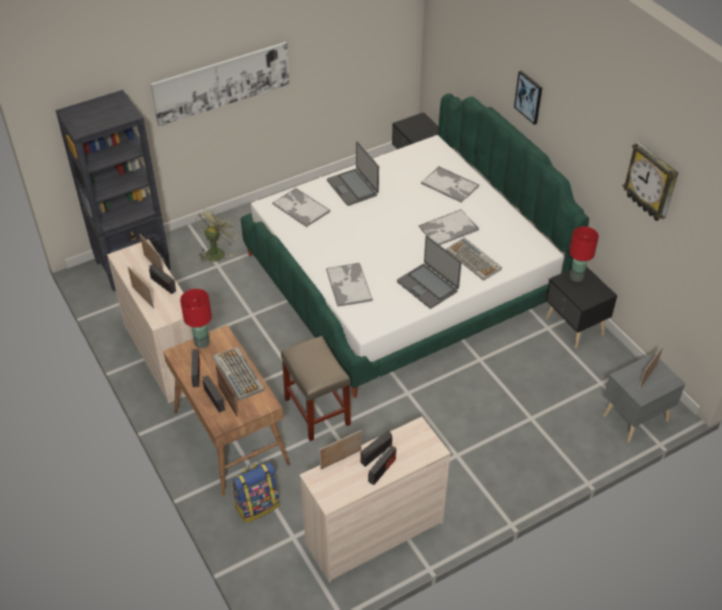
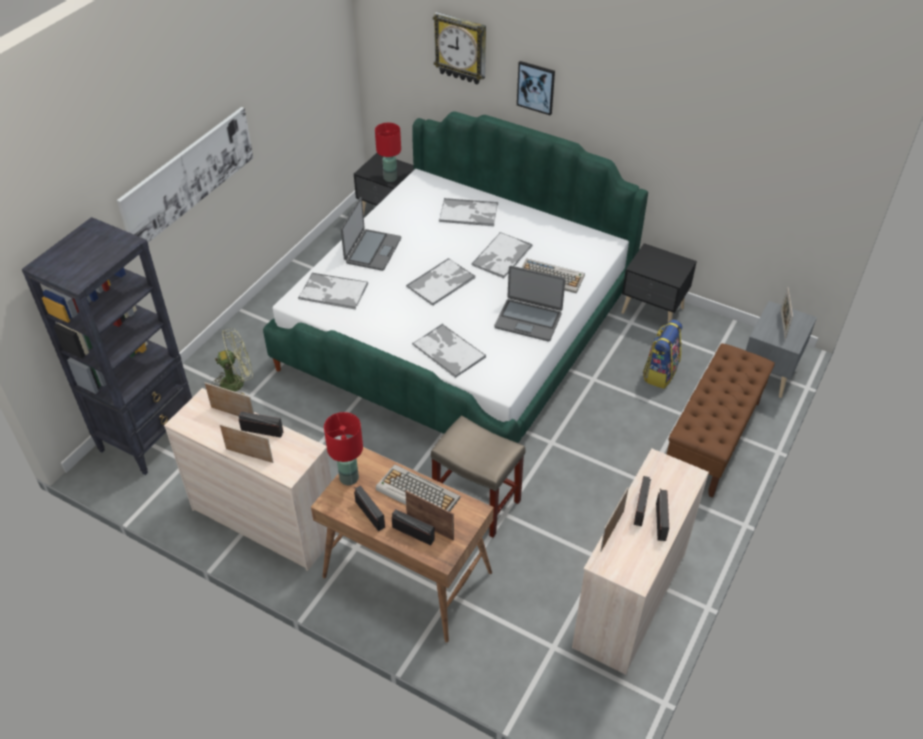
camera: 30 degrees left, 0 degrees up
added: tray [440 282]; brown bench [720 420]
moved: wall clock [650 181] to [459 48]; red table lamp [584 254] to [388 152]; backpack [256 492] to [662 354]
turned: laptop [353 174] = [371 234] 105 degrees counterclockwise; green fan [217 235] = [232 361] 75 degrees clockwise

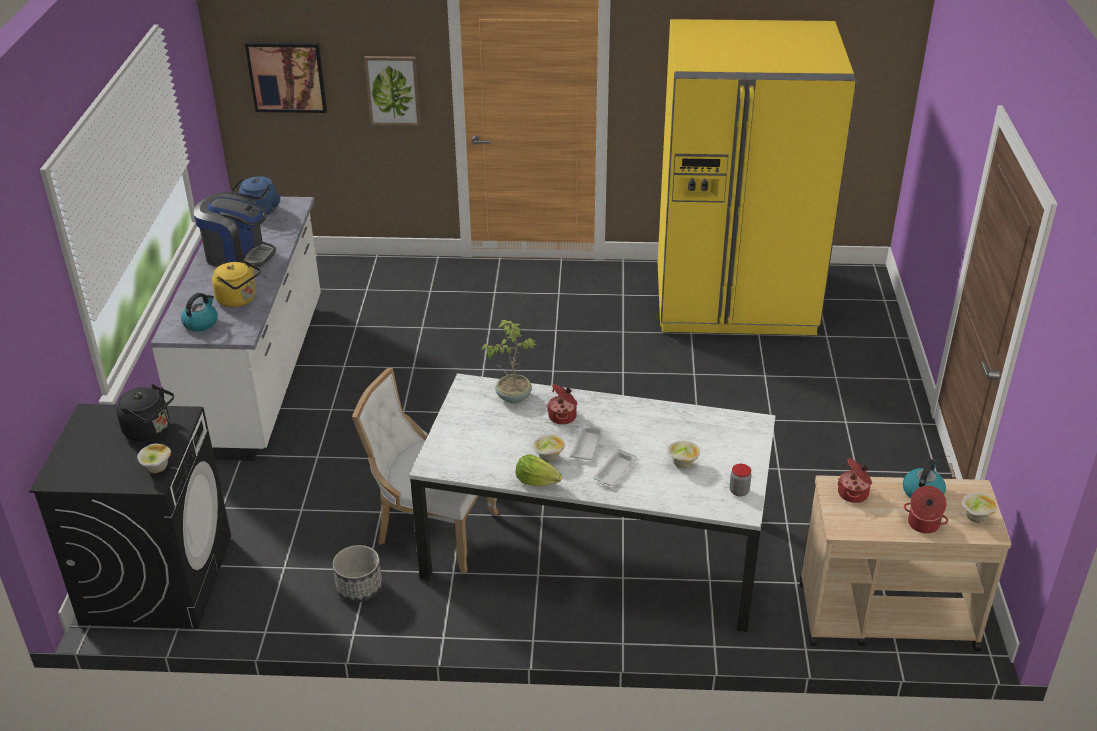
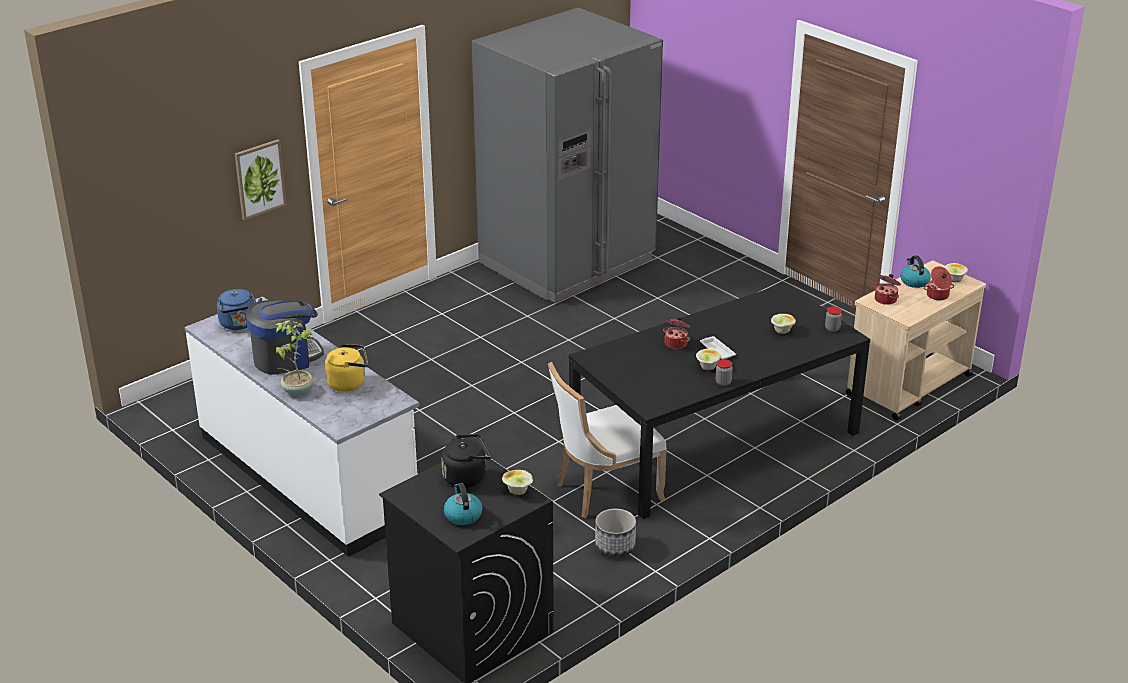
camera: 45 degrees left, 5 degrees down
removed: picture [286 77]; white tray [615 467]
moved: kettle [199 312] to [463 504]; potted plant [509 362] to [294 358]
replaced: lettuce [539 470] to jar [724 372]
recoloured: yellow fridge [757 177] to grey fridge [567 155]; white dining table [592 502] to black dining table [719 401]

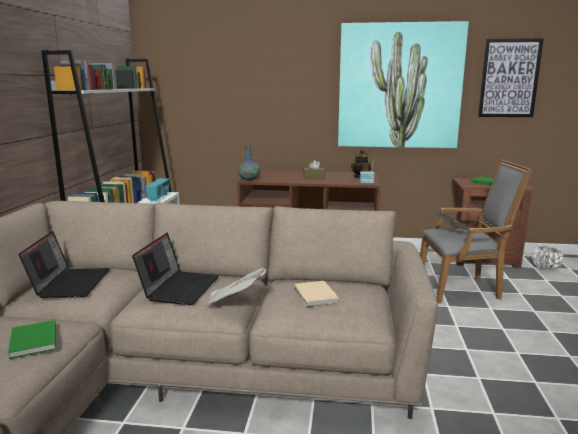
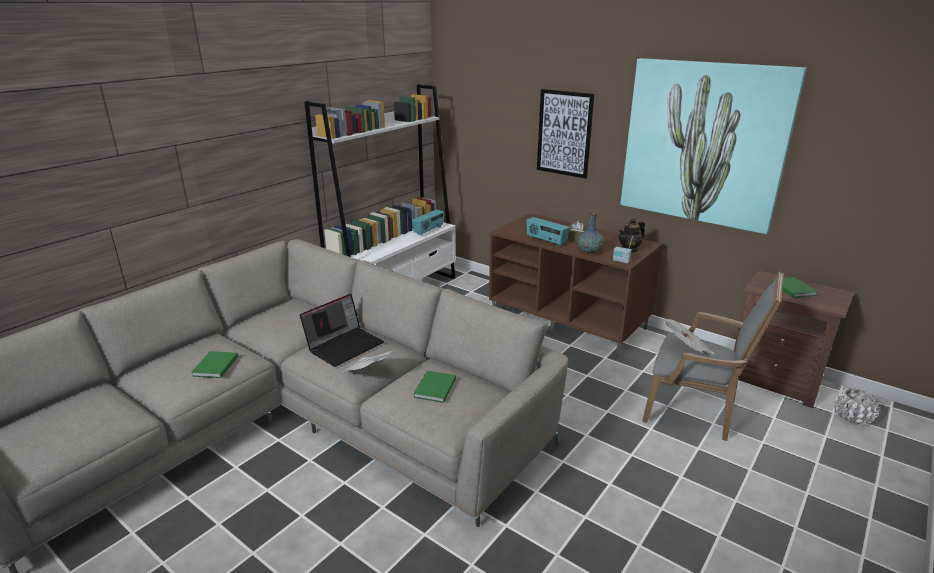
camera: 30 degrees right, 10 degrees up
removed: laptop [64 264]
added: radio [547 232]
moved: picture [511 77] to [565 134]; vase [249 163] to [591 233]
recoloured: beige book [316 294] to green book [435 387]

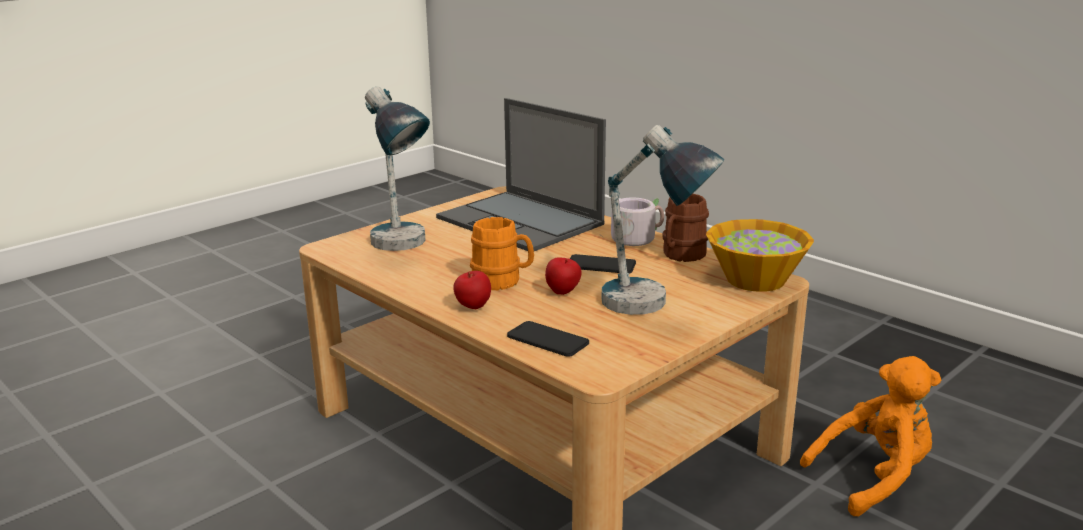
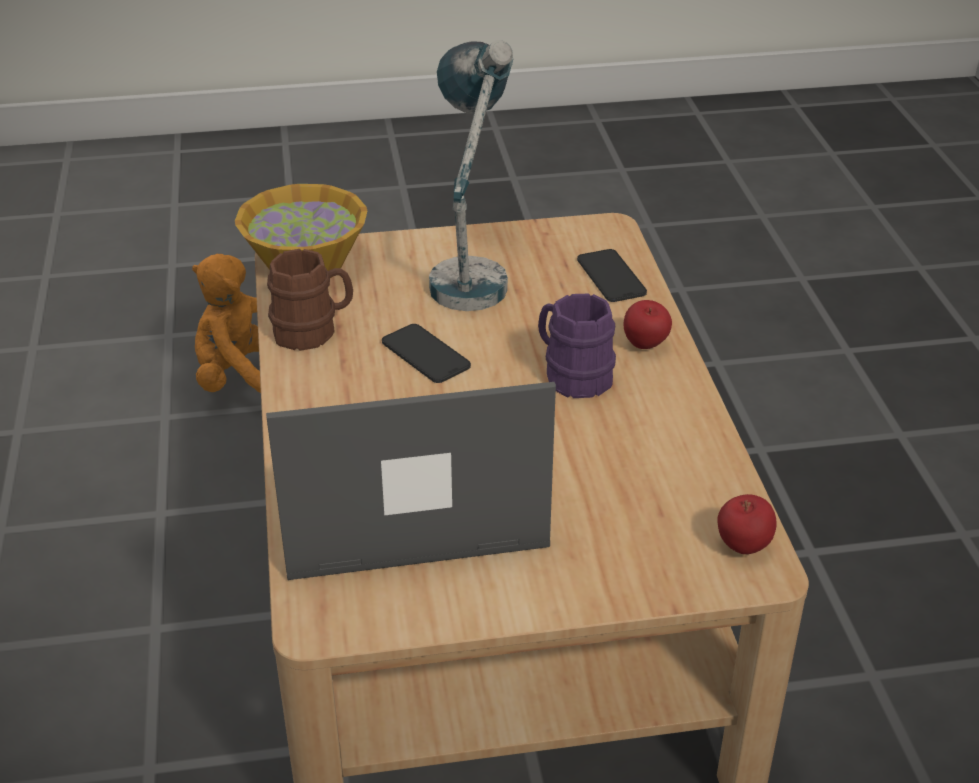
camera: 145 degrees left, 15 degrees up
removed: table lamp [397 169]; grey mug [632 222]
moved: apple [563 276] to [747 524]
recoloured: orange mug [502 253] to purple mug [577 346]
turned: laptop [521 174] = [411 481] 90 degrees counterclockwise

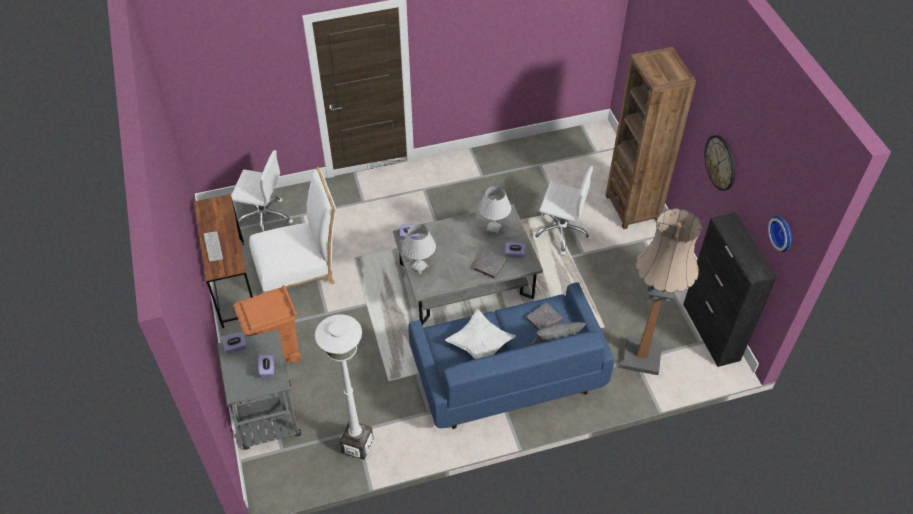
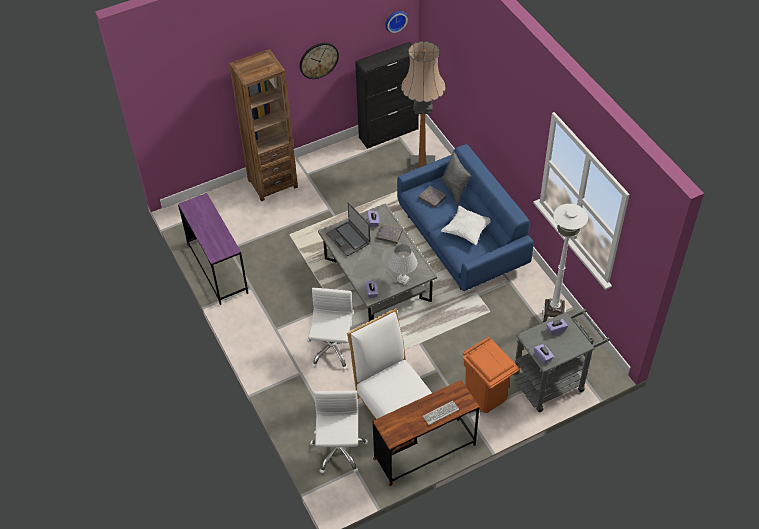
camera: 100 degrees left, 0 degrees up
added: purple desk [213 249]
moved: white office chair [563 210] to [330 329]
replaced: white table lamp [494 210] to laptop [348 229]

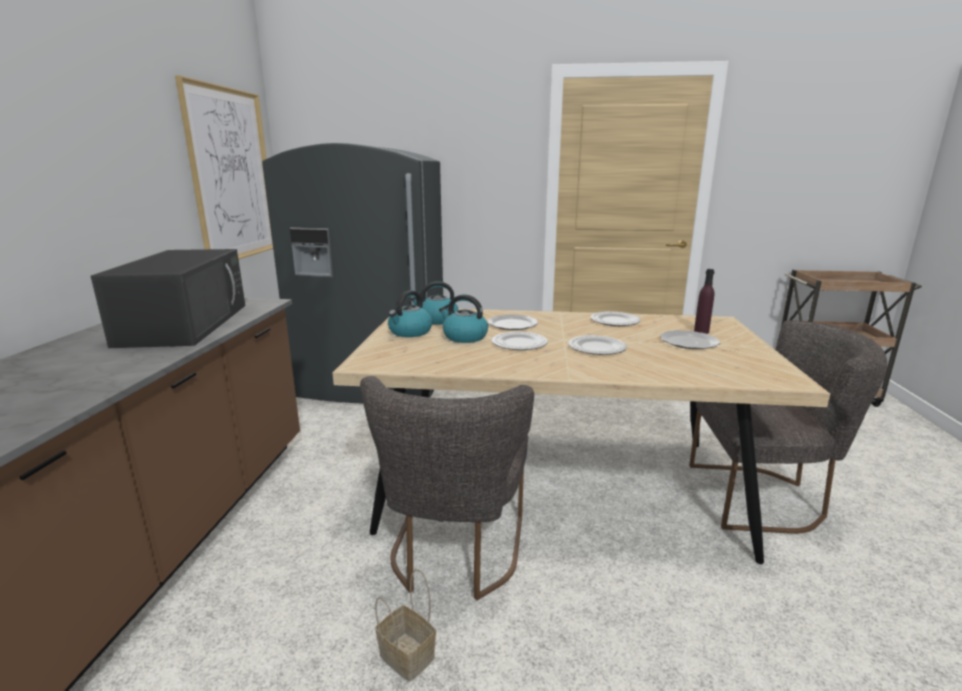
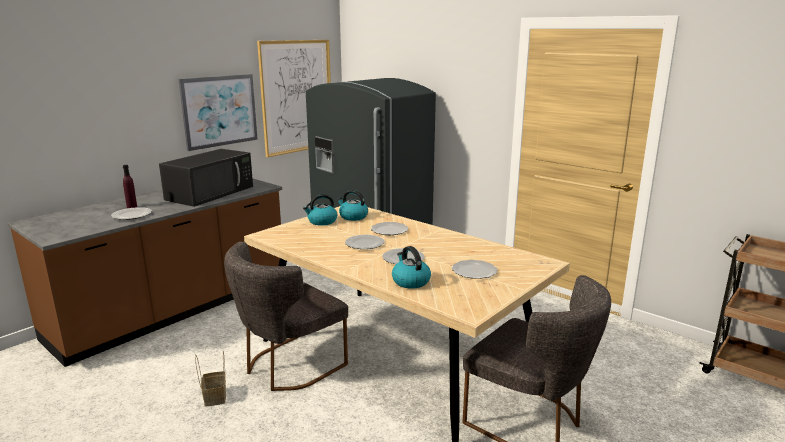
camera: 35 degrees right, 0 degrees up
added: picture [218 112]
moved: purple bottle [704 301] to [130 186]; kettle [463 318] to [411 267]; plate [615 319] to [131 213]

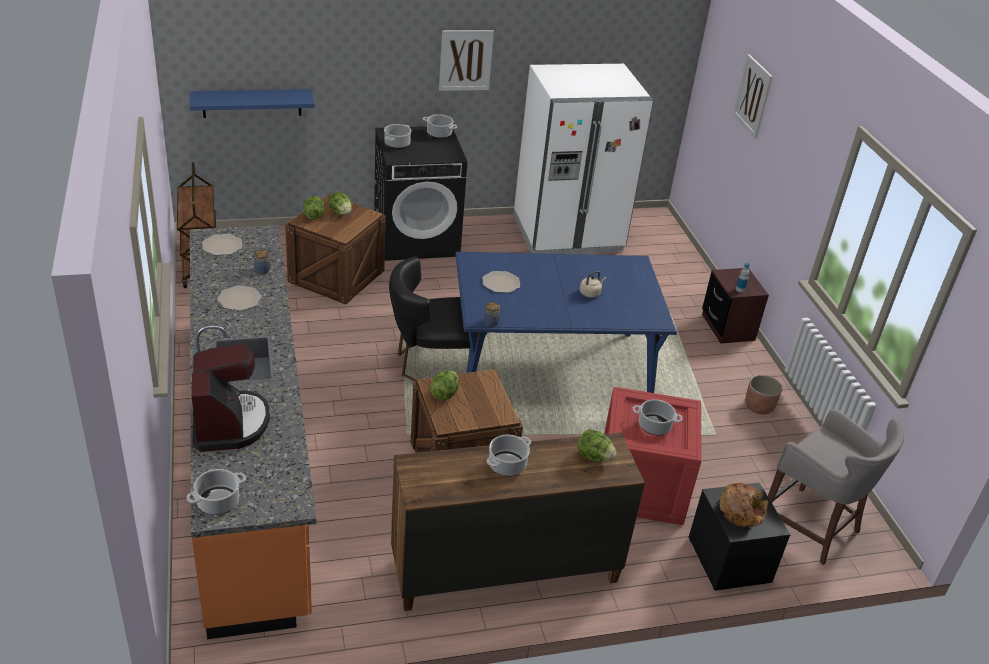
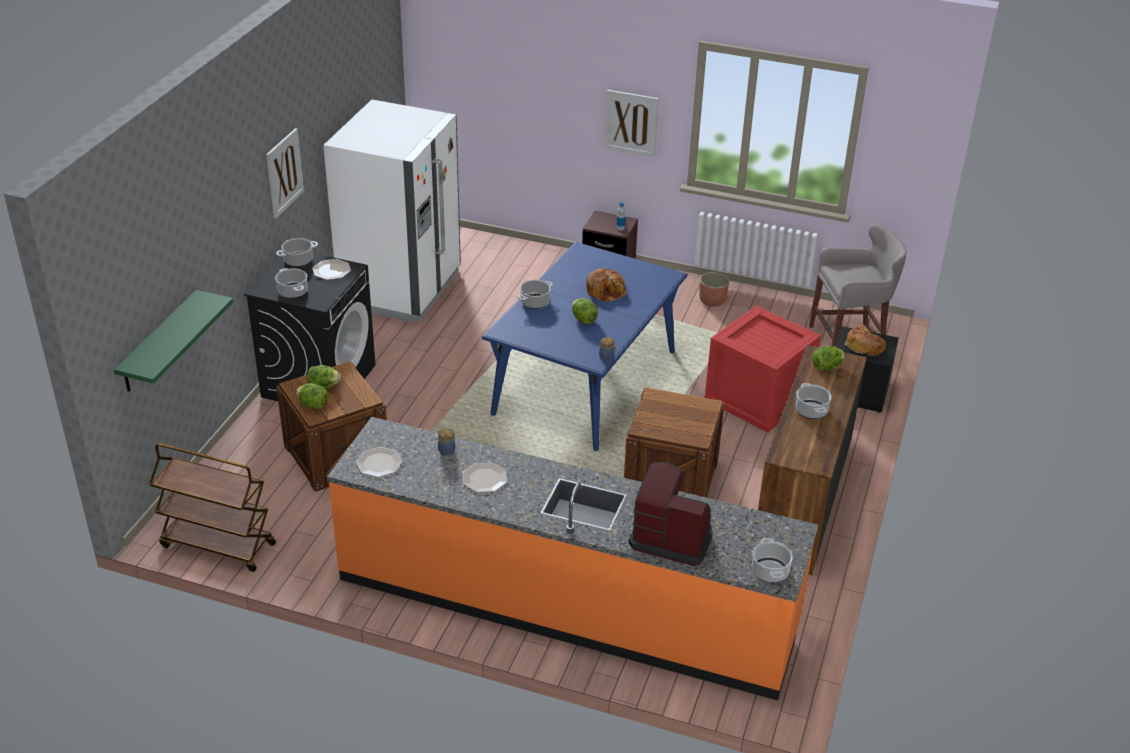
camera: 55 degrees left, 0 degrees up
removed: black chair [429 318]
moved: picture [753 96] to [631 123]; plate [501 282] to [331 269]; lettuce [444 385] to [585 311]; cooking pot [657 417] to [535 294]
replaced: beige kettle [593 284] to bread [606 285]
recoloured: blue shelf [252 103] to green shelf [173 341]

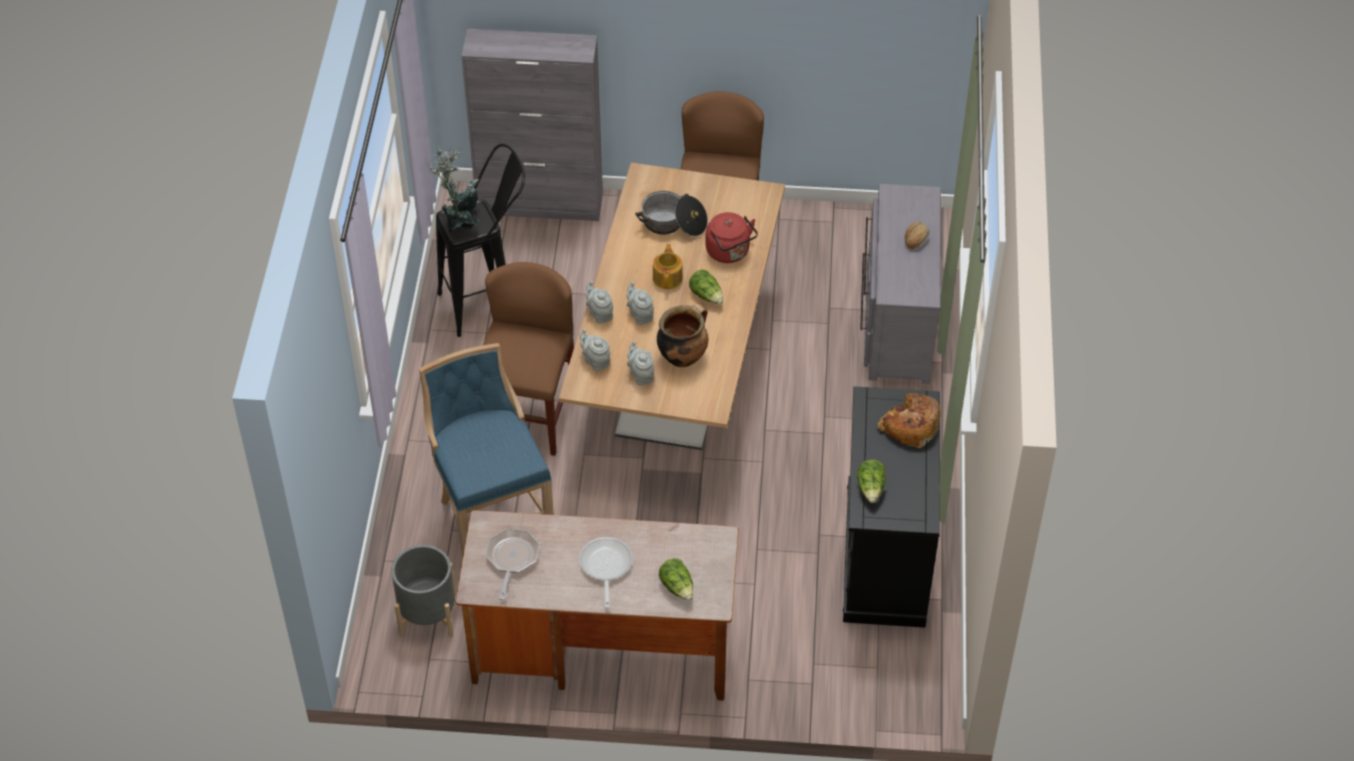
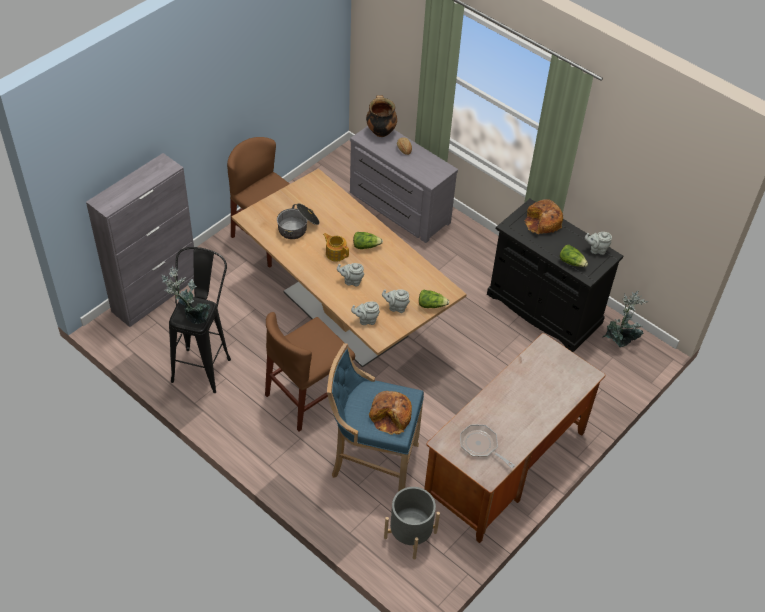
camera: 55 degrees left, 0 degrees up
removed: red kettle [732 237]; frying pan [605 572]
added: potted plant [625 318]; bread [390 413]
moved: grey teapot [599 302] to [598 243]; cooking pot [682 335] to [381 116]; lettuce [676 579] to [434 299]
turned: brown chair [528 359] = [310 372] 90 degrees counterclockwise

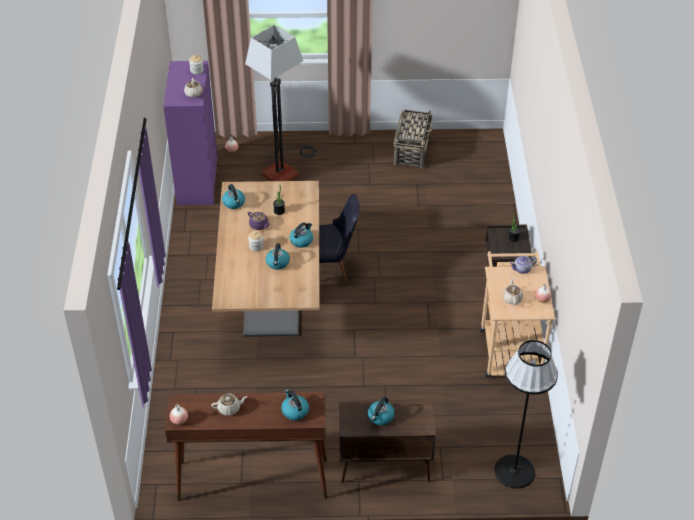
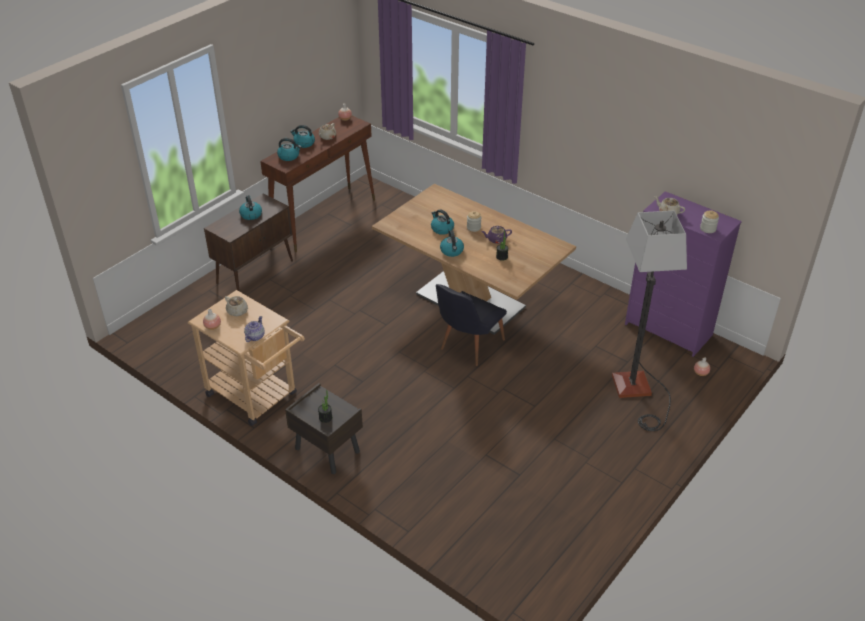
camera: 130 degrees right, 5 degrees down
removed: basket [413 139]; black floor lamp [526 414]
moved: kettle [233 196] to [302 136]

